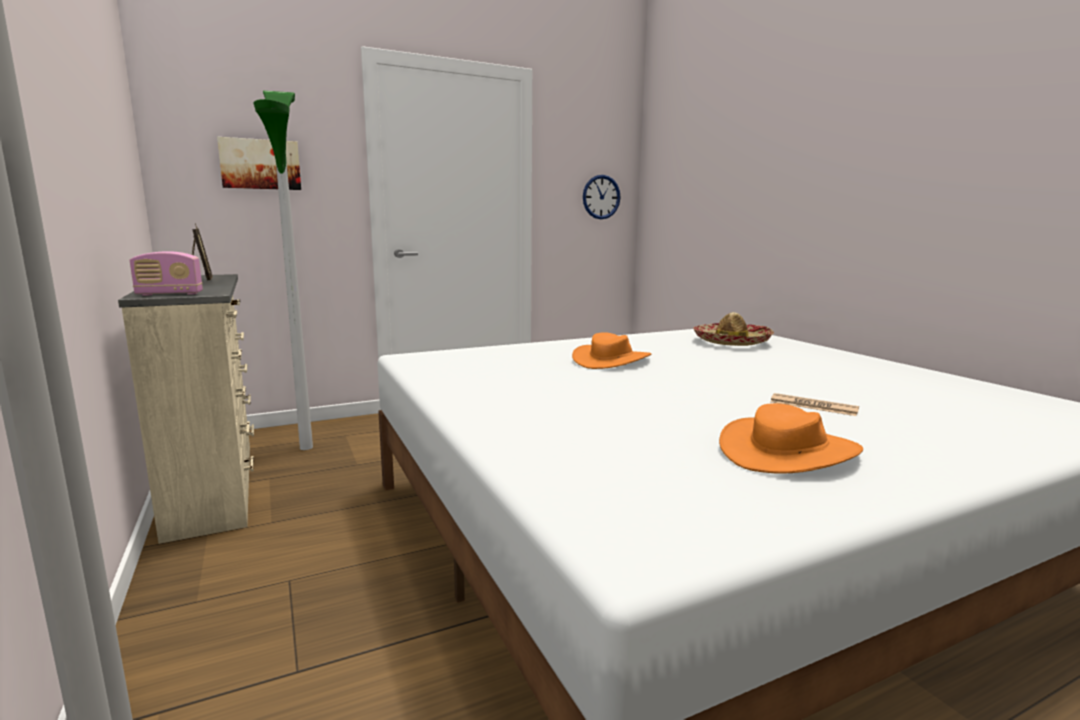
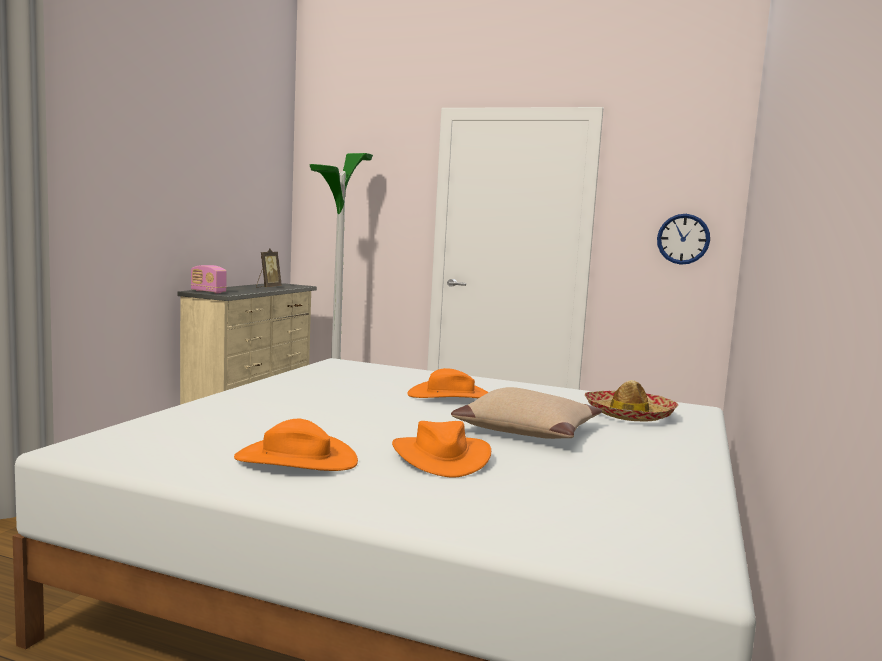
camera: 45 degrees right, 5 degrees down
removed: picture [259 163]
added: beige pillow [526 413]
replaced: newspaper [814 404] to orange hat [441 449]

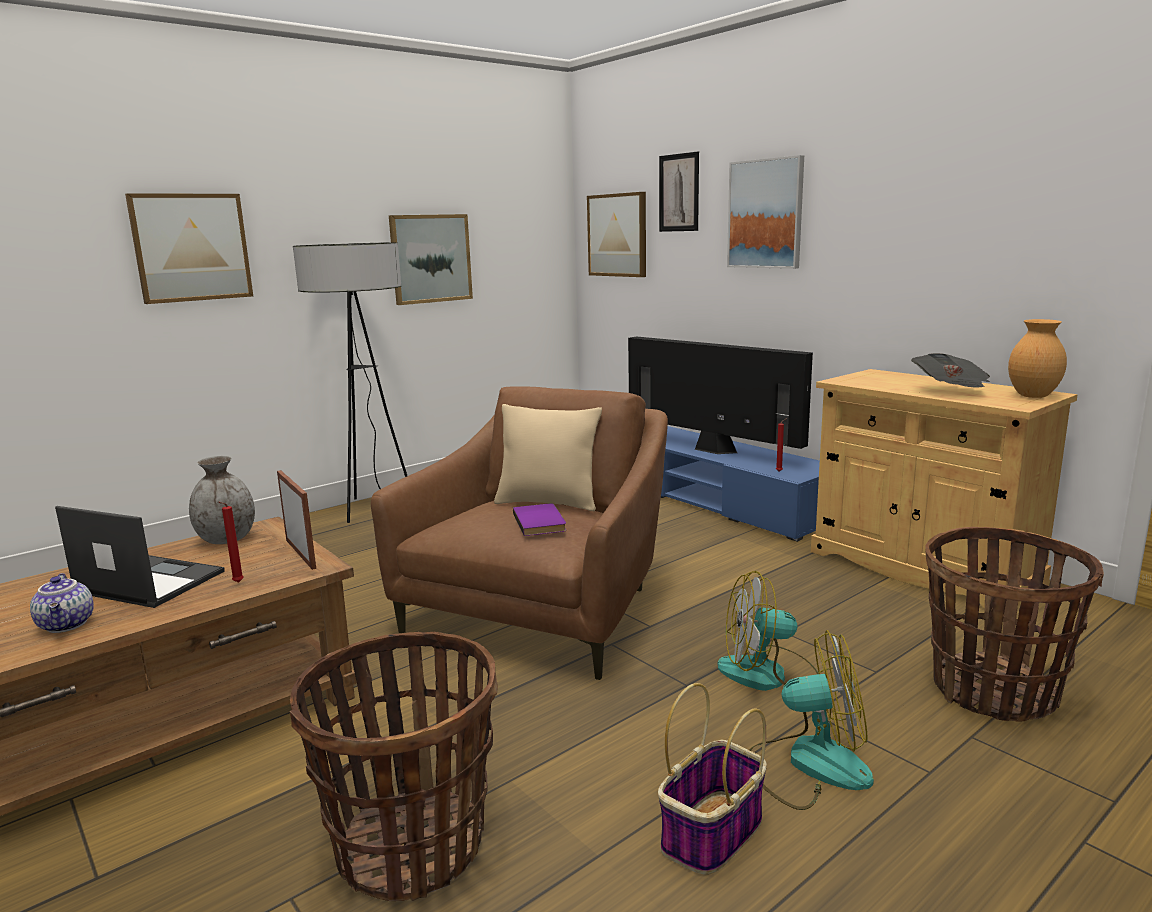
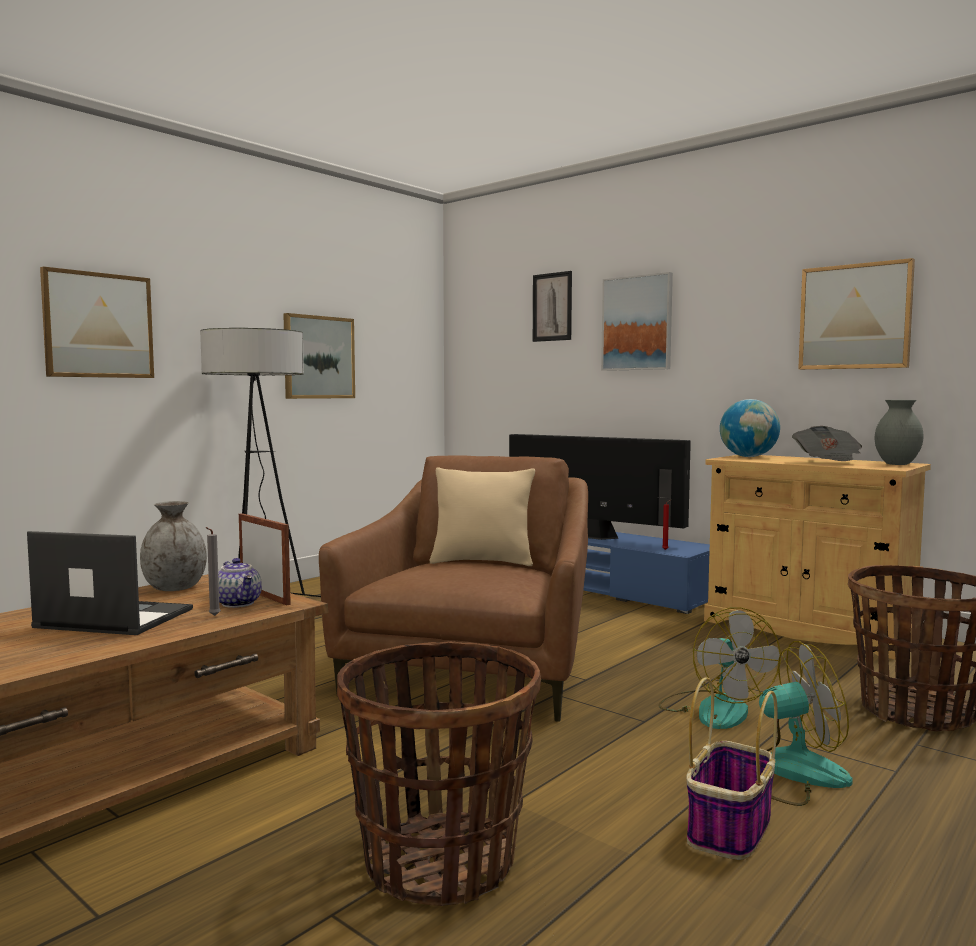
camera: 10 degrees left, 10 degrees down
removed: purple book [539 519]
added: globe [750 428]
moved: picture [616 234] to [856 314]; teapot [62 603] to [240 583]
recoloured: brown vase [1037 358] to grey vase [899 432]; red candle [231 542] to grey candle [213 571]
turned: fan [768 631] = [720 668] 90 degrees counterclockwise

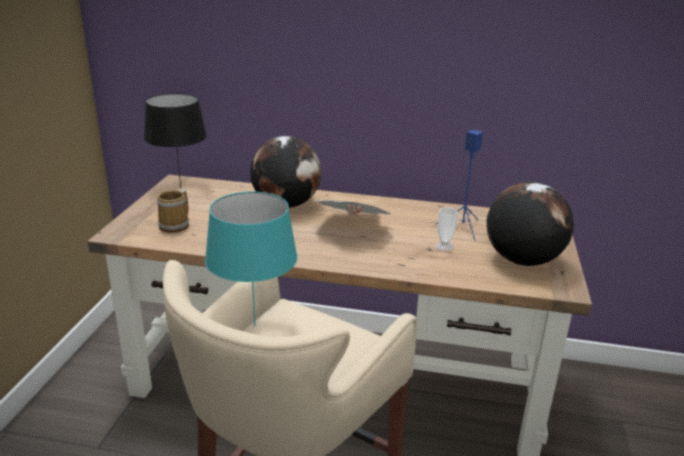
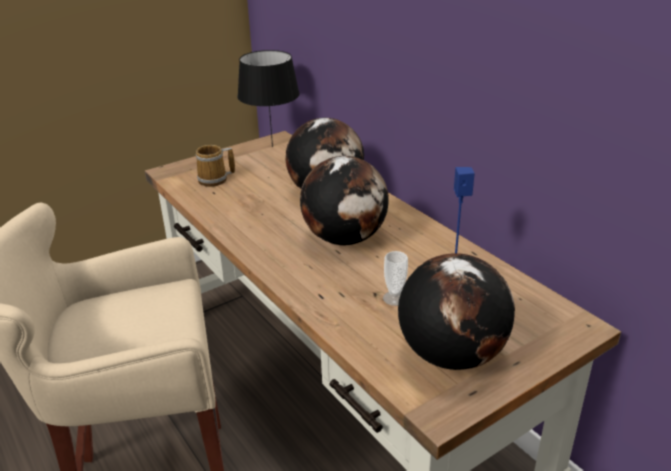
camera: 45 degrees right, 5 degrees up
removed: turquoise table lamp [251 259]
replaced: newspaper [352 207] to globe [344 201]

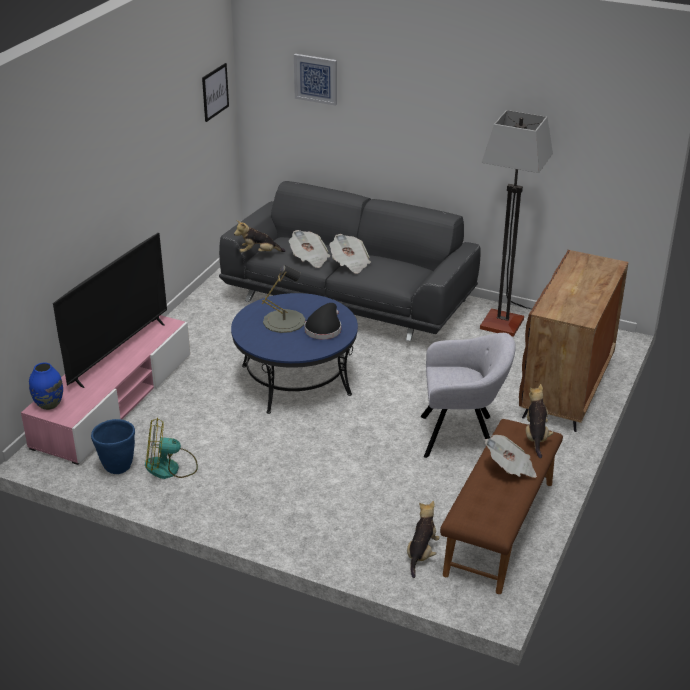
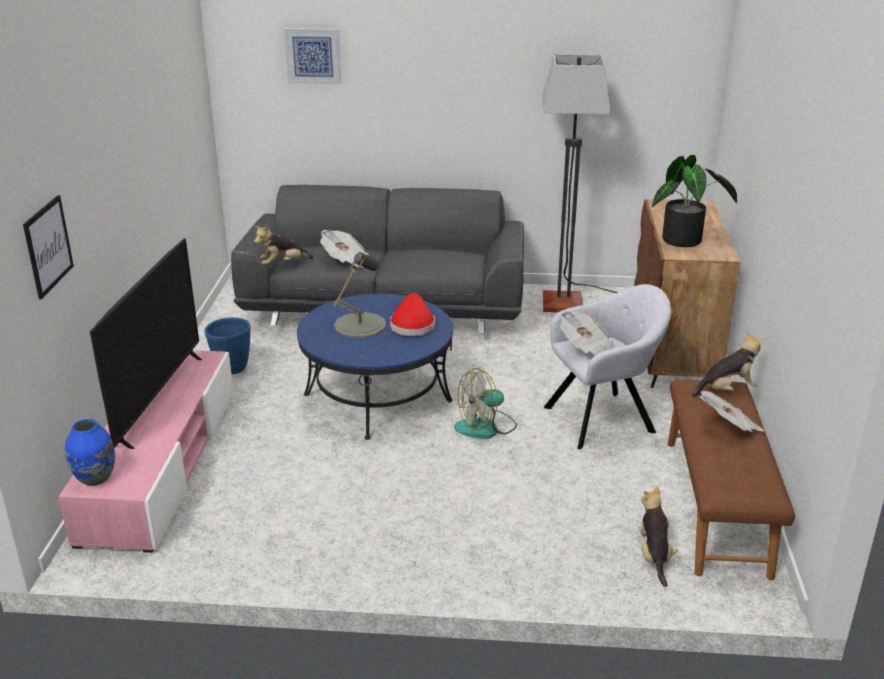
camera: 20 degrees left, 5 degrees down
added: potted plant [694 201]
moved: picture [215 92] to [48 247]; newspaper [350 254] to [587 333]; fan [171 448] to [485 403]; blue planter [113 446] to [227 345]
recoloured: black hat [323 321] to red hat [412 314]
turned: plush toy [540 421] = [728 364] 90 degrees clockwise

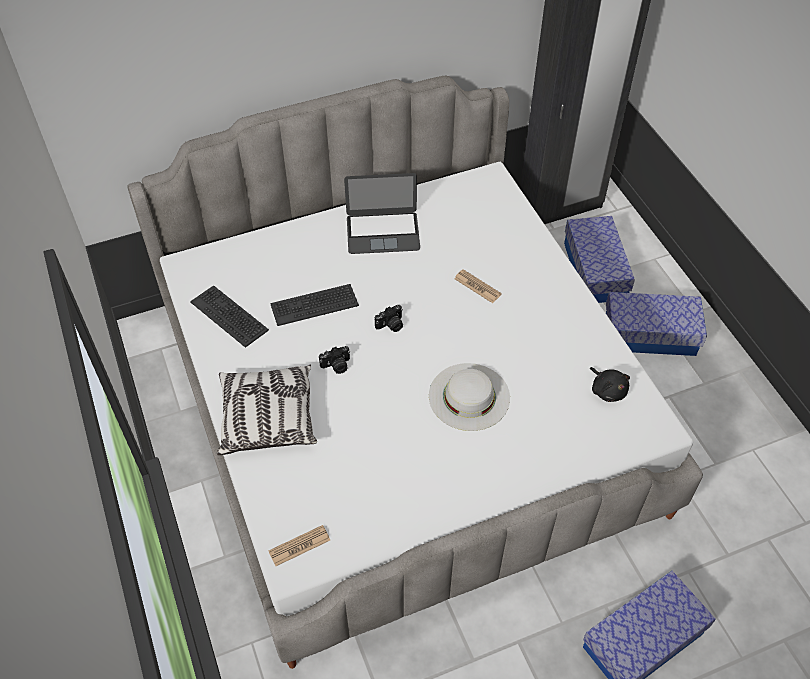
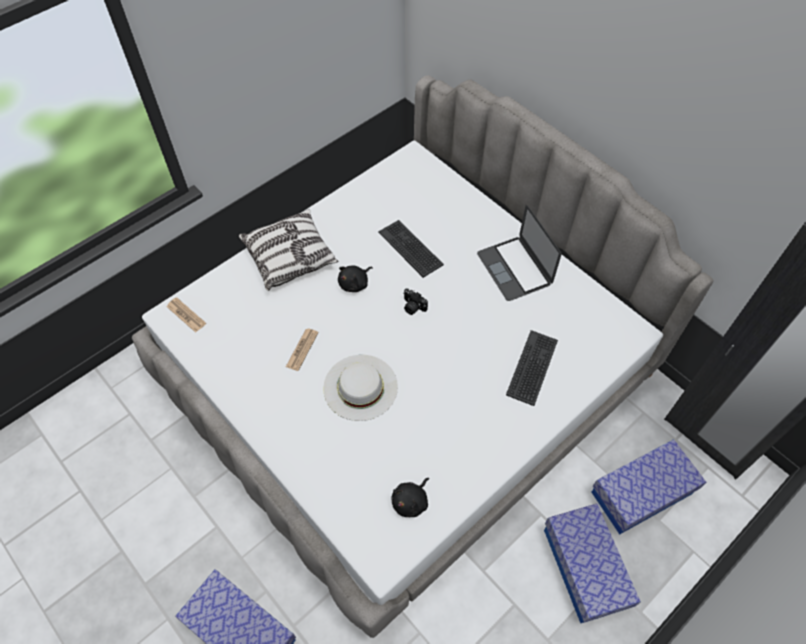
camera: 70 degrees right, 5 degrees up
moved: newspaper [478 286] to [302 350]; keyboard [229 316] to [532 368]
replaced: photo camera [334 360] to black plush toy [355 278]

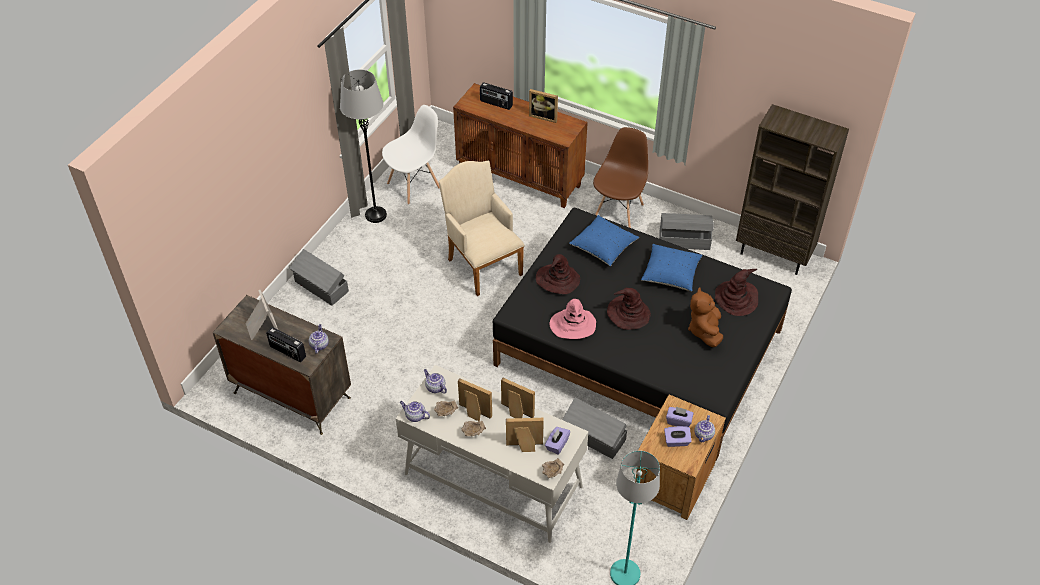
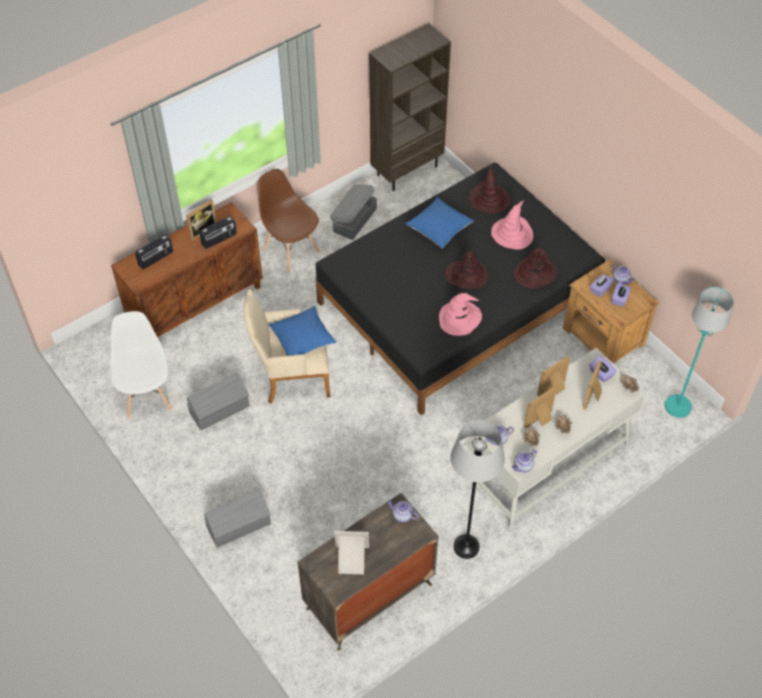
camera: 65 degrees left, 5 degrees up
moved: grey floor lamp [363 146] to [477 489]; blue pillow [604 240] to [302 331]; brown hat [558 274] to [535 268]; radio [286 344] to [218 232]; grey storage box [594 428] to [218 401]
replaced: brown plush toy [705 317] to pink hat [512 225]

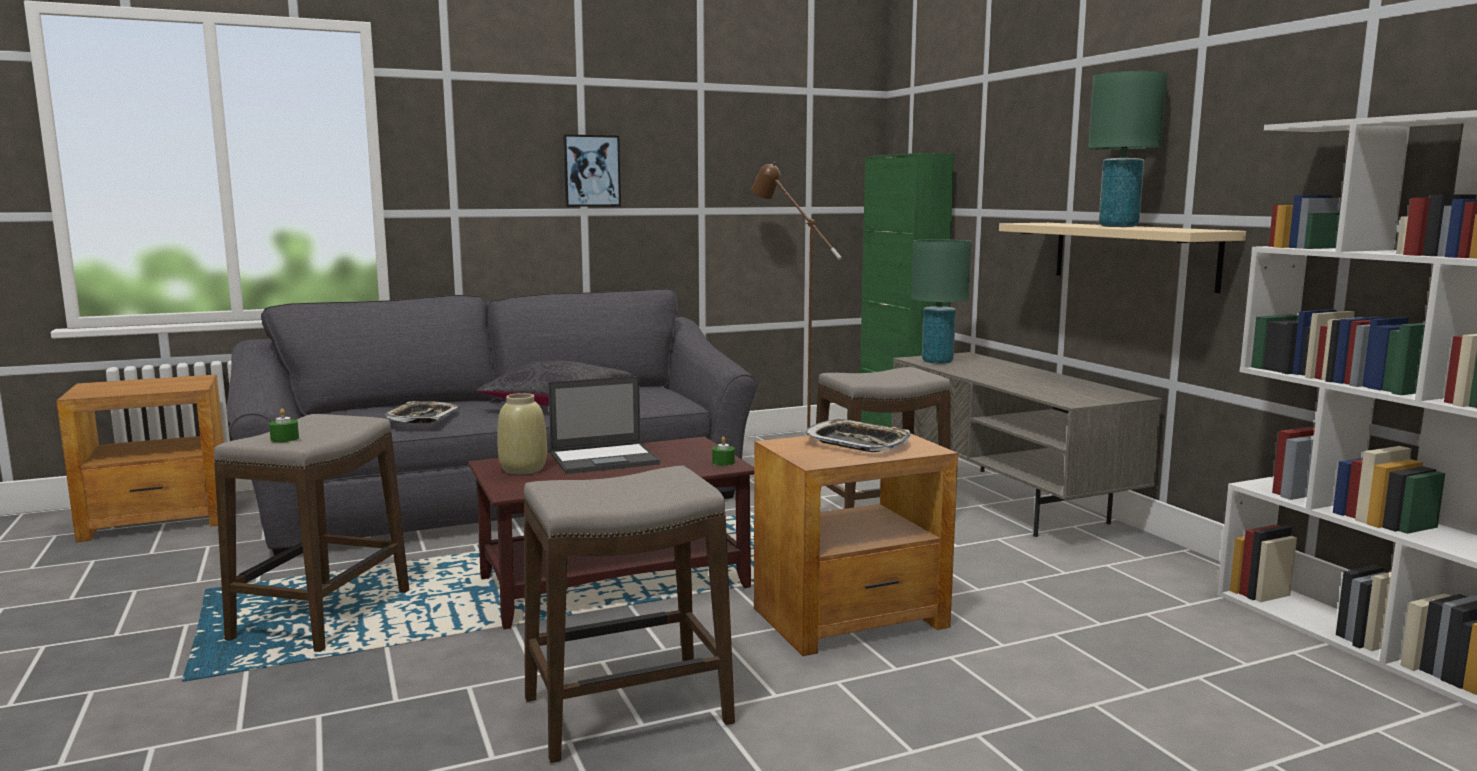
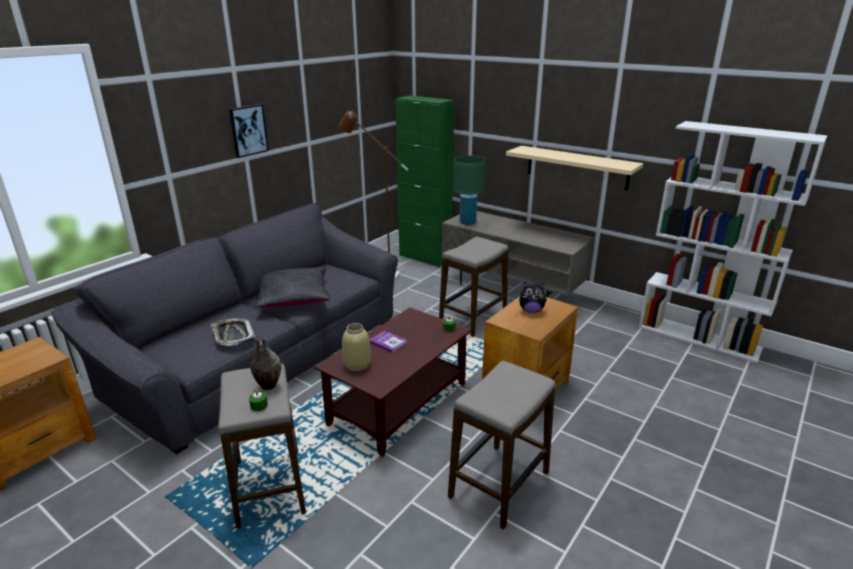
camera: 30 degrees left, 15 degrees up
removed: green table lamp [1128 149]
added: vase [265 363]
replaced: laptop [604 425] to book [388 342]; tray [857 435] to plush toy [533 297]

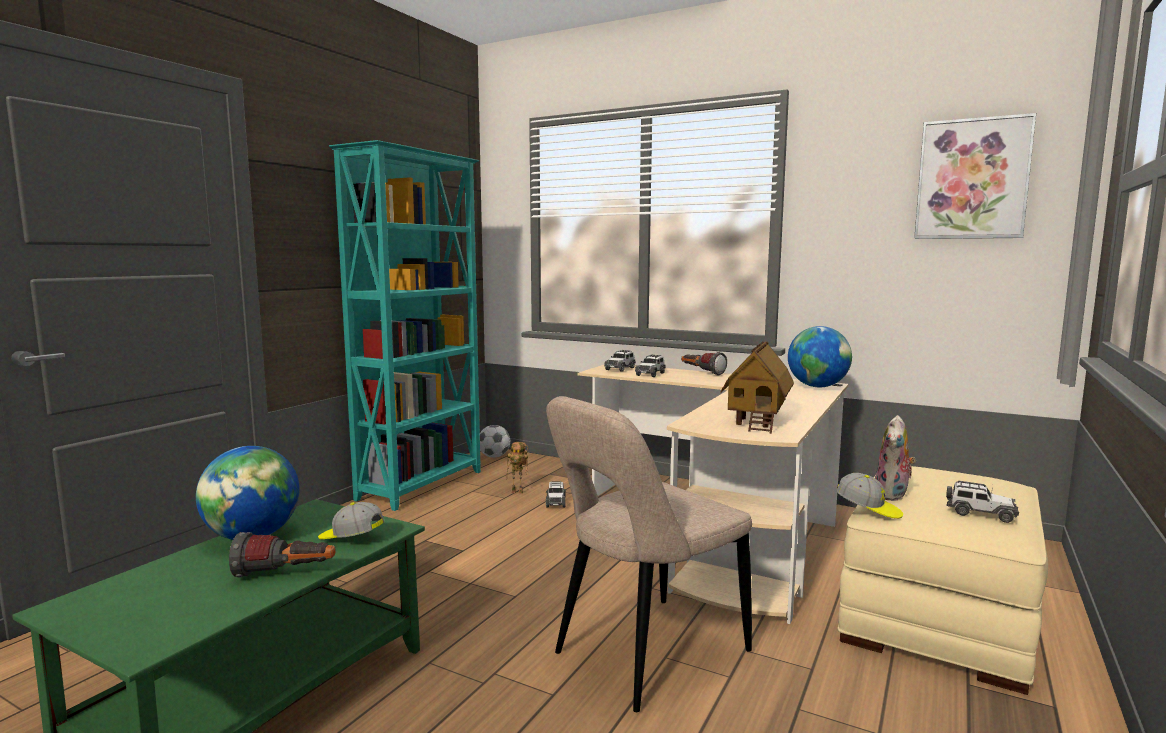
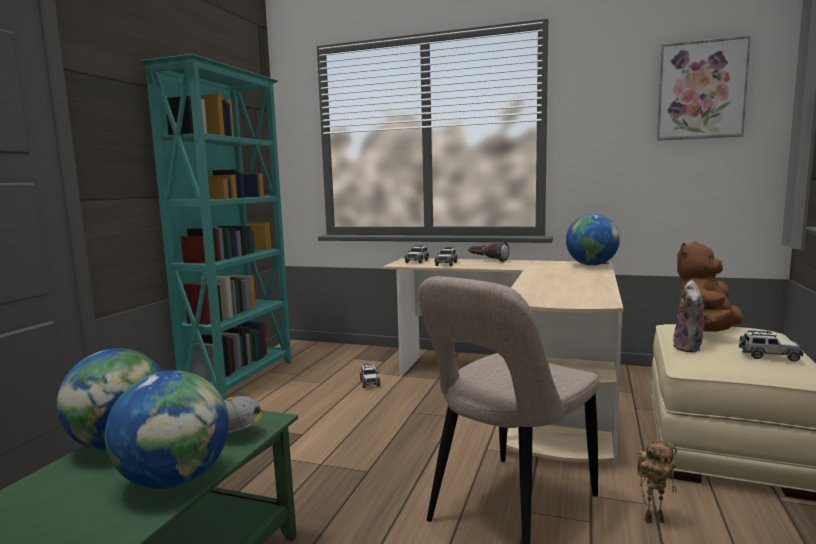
camera: 10 degrees left, 0 degrees up
removed: toy house [757 387]; football [495 441]; cap [869 496]
added: brown plush toy [710 287]
moved: toy robot [517 468] to [657 482]
replaced: flashlight [282 554] to globe [167 429]

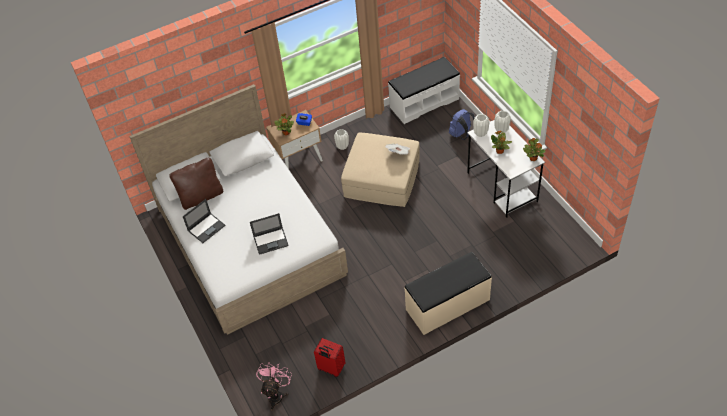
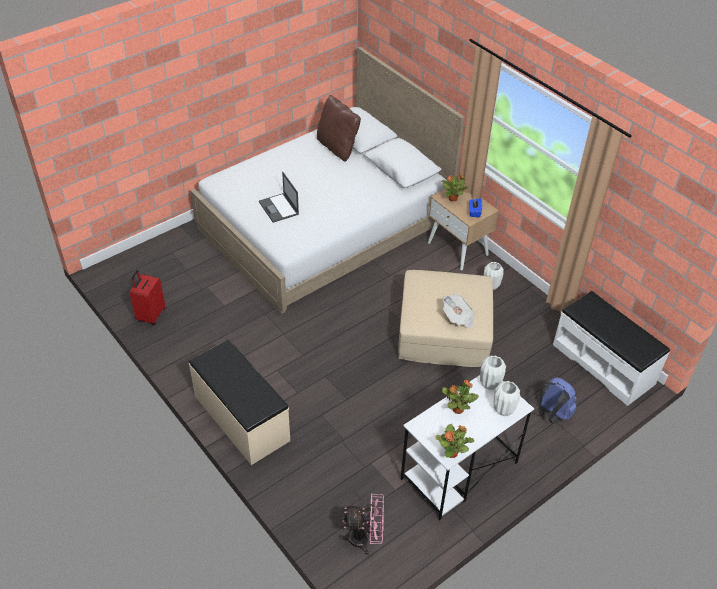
camera: 75 degrees right, 5 degrees down
removed: laptop [204 221]
moved: pink fan [274 386] to [361 524]

